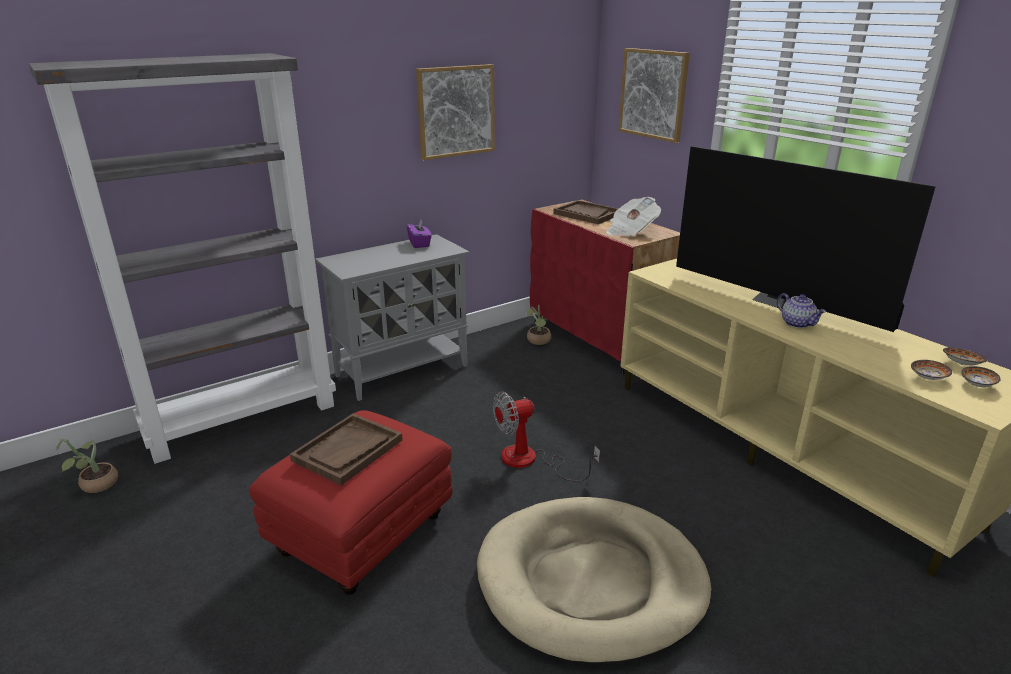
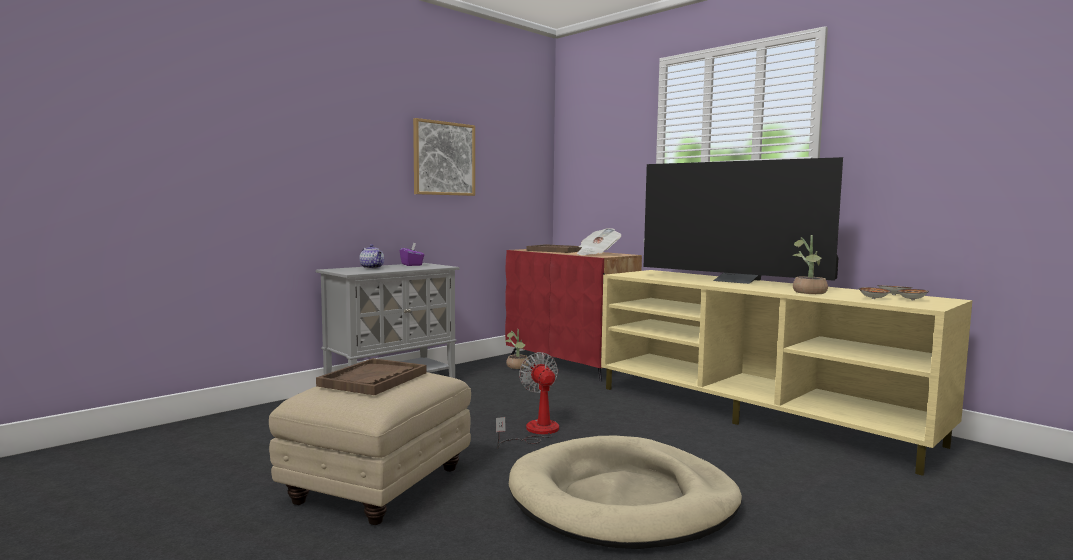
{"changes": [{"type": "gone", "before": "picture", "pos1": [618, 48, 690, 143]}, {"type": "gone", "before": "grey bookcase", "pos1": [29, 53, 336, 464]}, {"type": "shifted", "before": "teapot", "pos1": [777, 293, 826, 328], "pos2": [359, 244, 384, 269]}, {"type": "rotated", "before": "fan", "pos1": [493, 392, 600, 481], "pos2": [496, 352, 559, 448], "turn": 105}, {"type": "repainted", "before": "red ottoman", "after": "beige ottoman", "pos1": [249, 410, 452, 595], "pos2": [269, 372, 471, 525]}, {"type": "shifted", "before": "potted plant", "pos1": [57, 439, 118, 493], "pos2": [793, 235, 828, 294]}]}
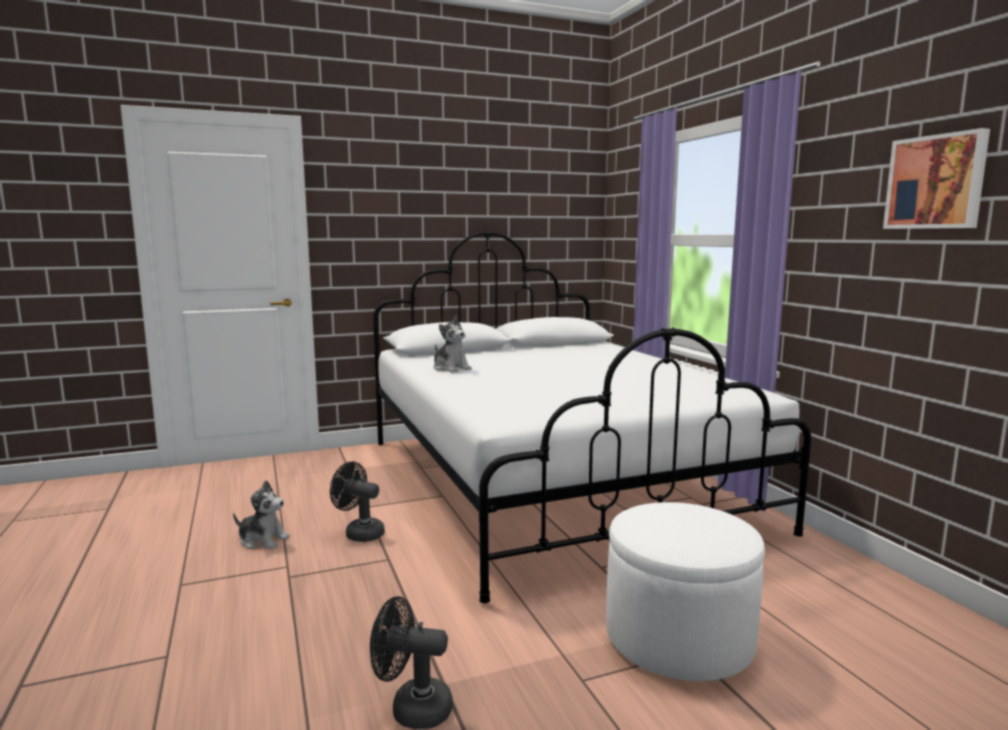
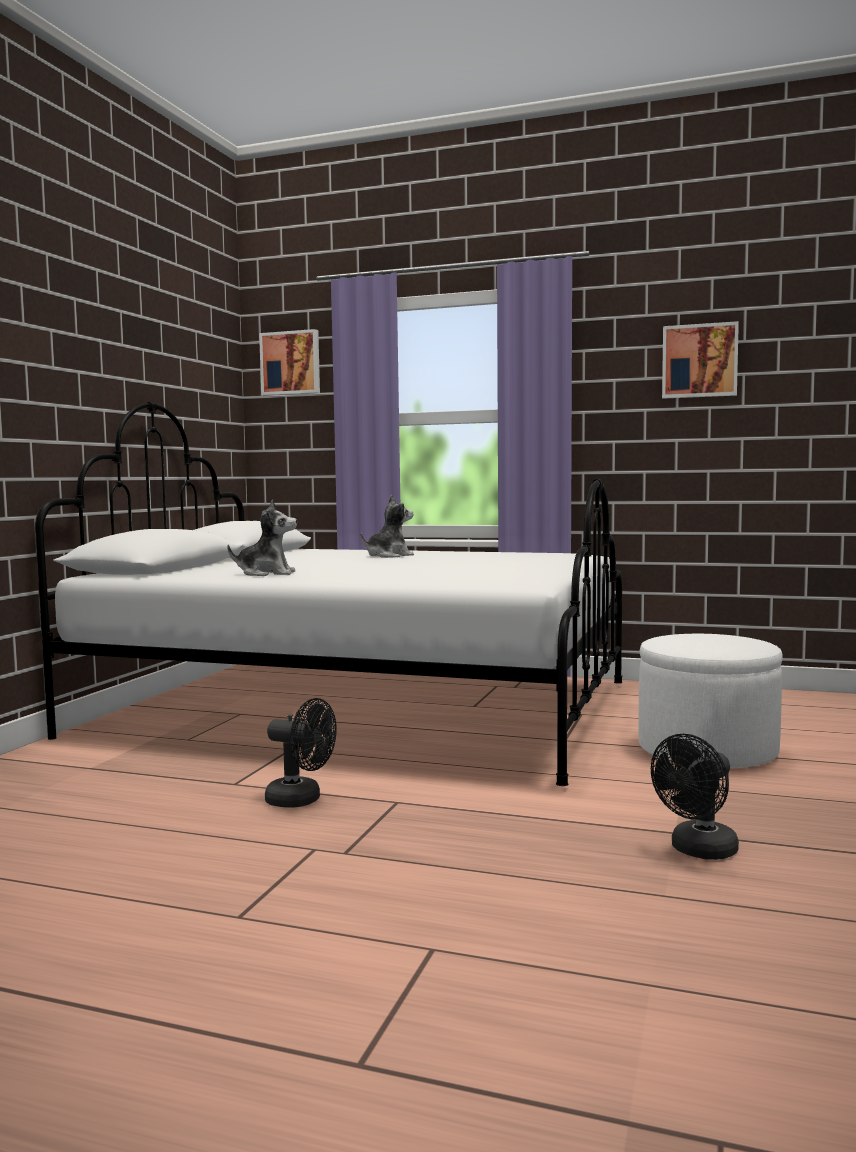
{"changes": [{"type": "rotated", "before": "black fan", "pos1": [330, 462, 385, 542], "pos2": [265, 698, 337, 808], "turn": -135}, {"type": "shifted", "before": "plush toy", "pos1": [233, 480, 290, 549], "pos2": [361, 495, 414, 558]}, {"type": "new", "after": "picture", "pos2": [259, 329, 320, 396]}]}
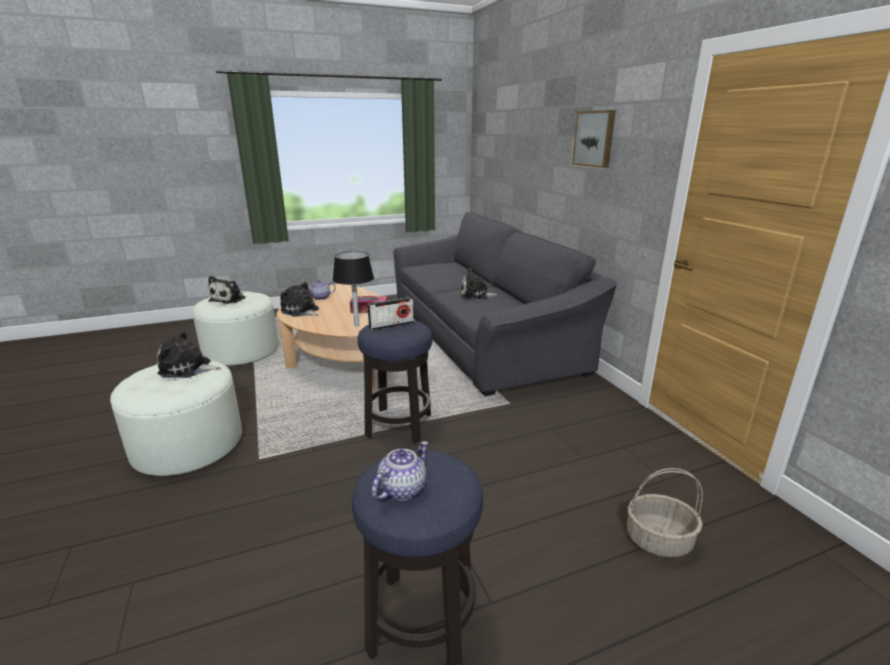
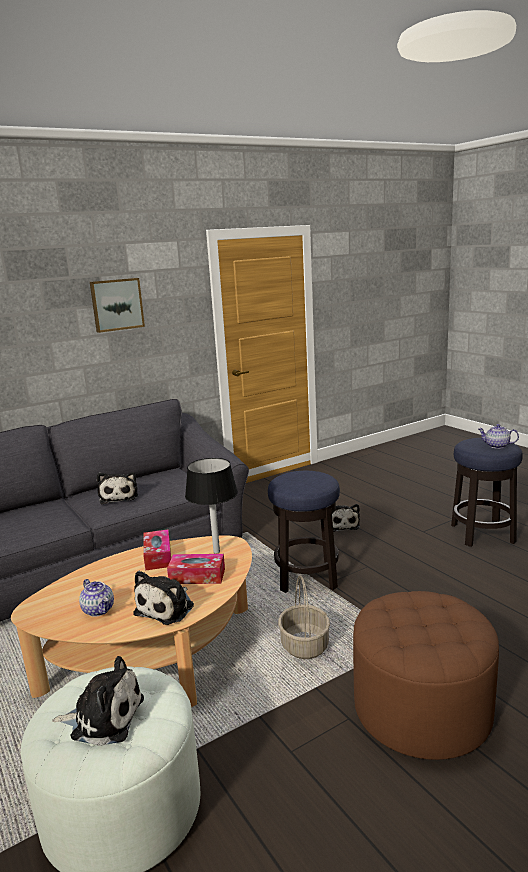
{"changes": [{"type": "gone", "before": "radio", "pos1": [367, 297, 414, 331]}, {"type": "shifted", "before": "plush toy", "pos1": [157, 330, 221, 378], "pos2": [332, 504, 360, 532]}, {"type": "repainted", "before": "white ottoman", "after": "brown ottoman", "pos1": [110, 360, 242, 476], "pos2": [353, 591, 499, 760]}, {"type": "shifted", "before": "basket", "pos1": [627, 468, 703, 558], "pos2": [278, 576, 330, 659]}, {"type": "new", "after": "tissue box", "pos2": [167, 554, 225, 584]}]}
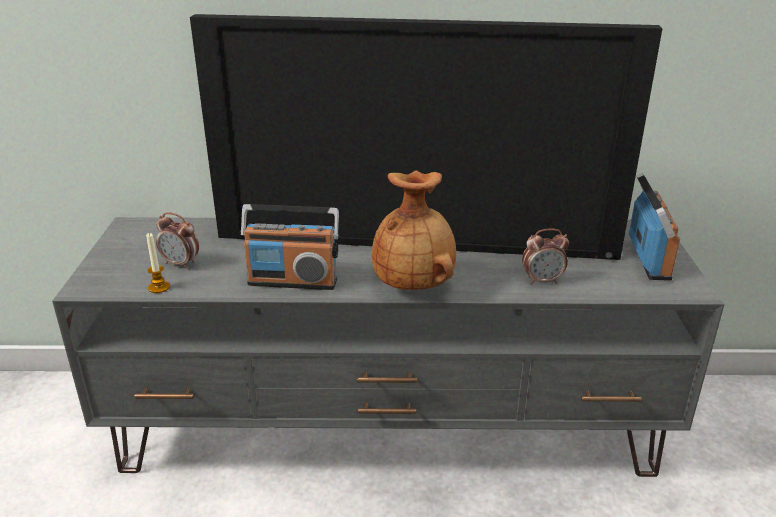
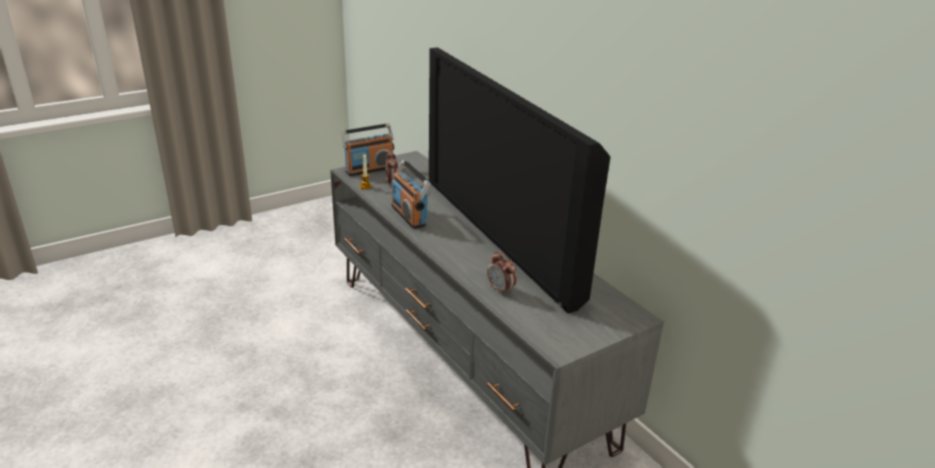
{"changes": [{"type": "gone", "before": "brown vase", "pos1": [372, 171, 456, 290]}, {"type": "shifted", "before": "radio", "pos1": [629, 173, 680, 281], "pos2": [340, 123, 394, 176]}]}
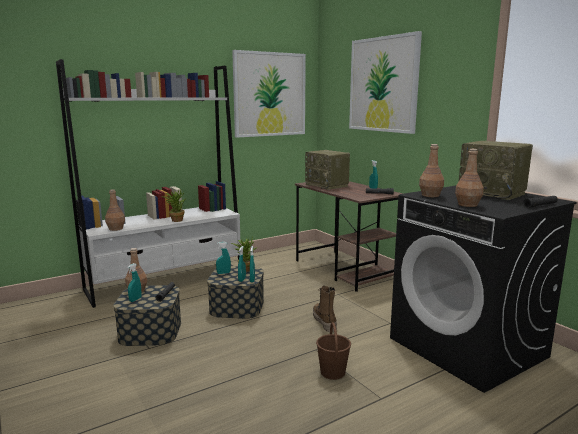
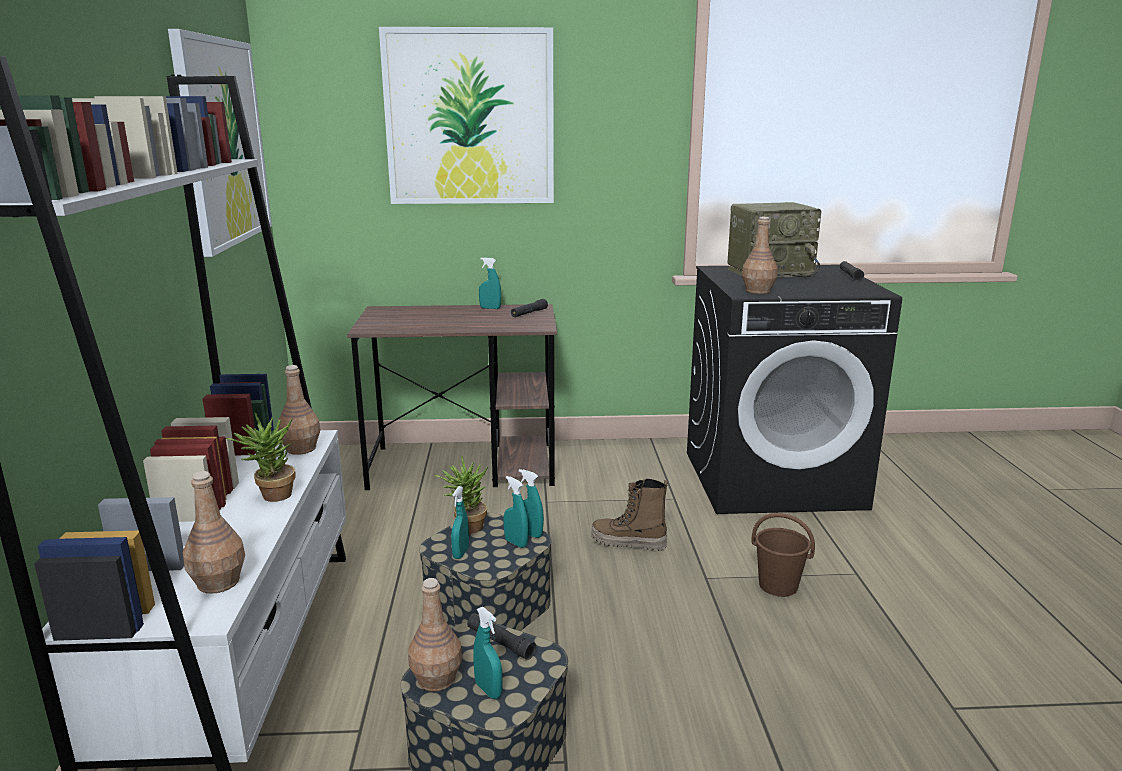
{"changes": [{"type": "shifted", "before": "brown bottle", "pos1": [455, 149, 484, 207], "pos2": [278, 365, 320, 455]}, {"type": "gone", "before": "radio", "pos1": [305, 150, 350, 190]}]}
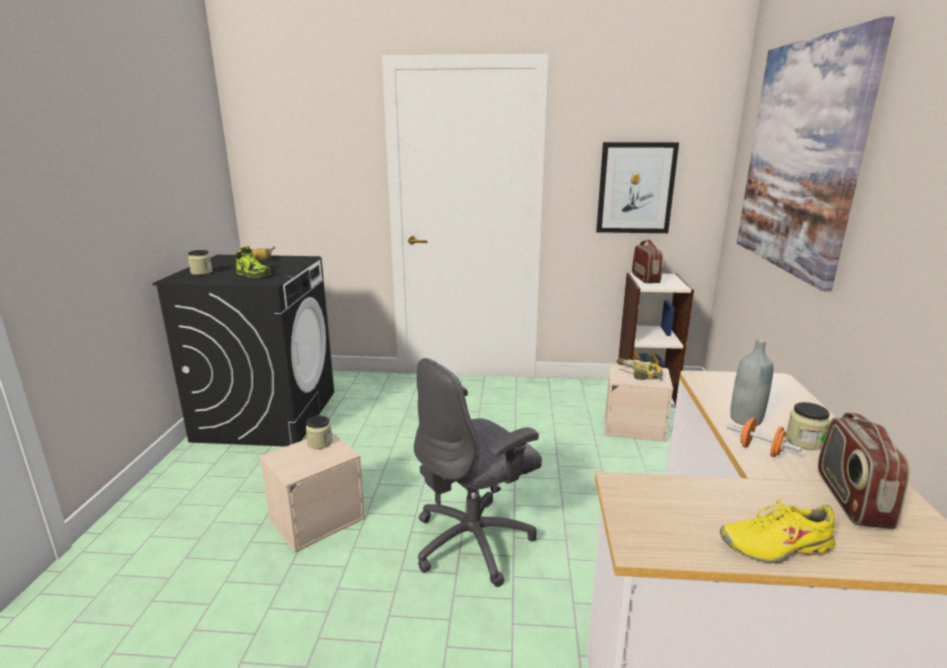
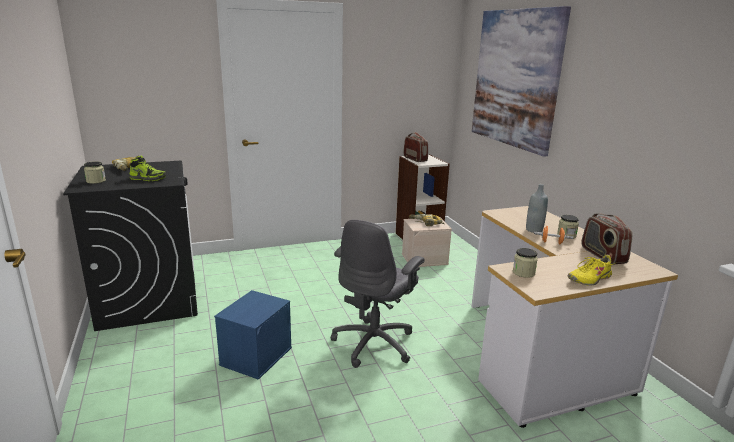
{"changes": [{"type": "gone", "before": "picture", "pos1": [596, 142, 679, 233]}, {"type": "shifted", "before": "jar", "pos1": [306, 415, 332, 449], "pos2": [513, 248, 538, 278]}, {"type": "repainted", "before": "beige storage box", "after": "blue storage box", "pos1": [259, 432, 366, 552], "pos2": [214, 290, 292, 380]}]}
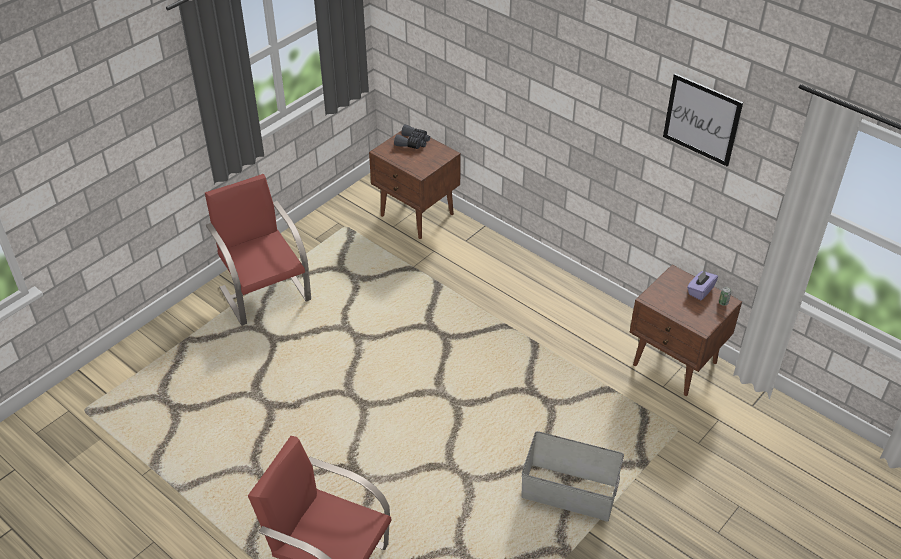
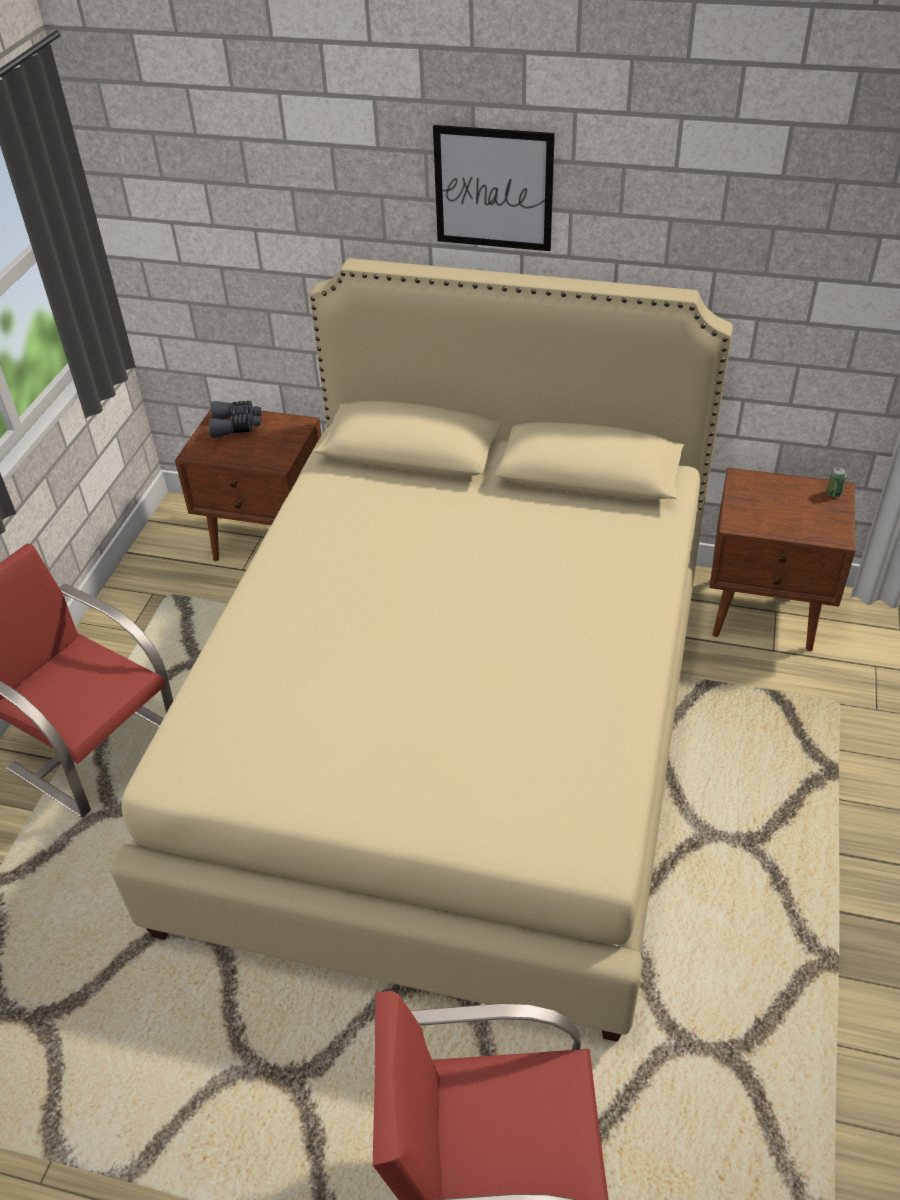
{"changes": [{"type": "shifted", "before": "picture", "pos1": [663, 73, 743, 166], "pos2": [433, 125, 555, 251]}, {"type": "gone", "before": "purple tissue box", "pos1": [687, 270, 718, 300]}, {"type": "gone", "before": "grey storage box", "pos1": [521, 431, 624, 521]}, {"type": "new", "after": "beige bed", "pos2": [111, 258, 733, 1042]}]}
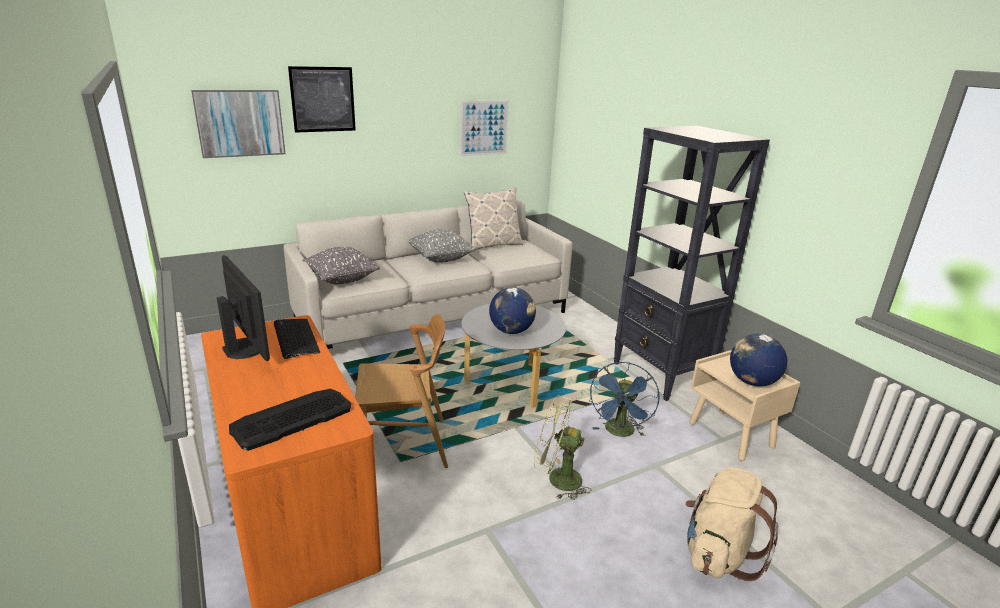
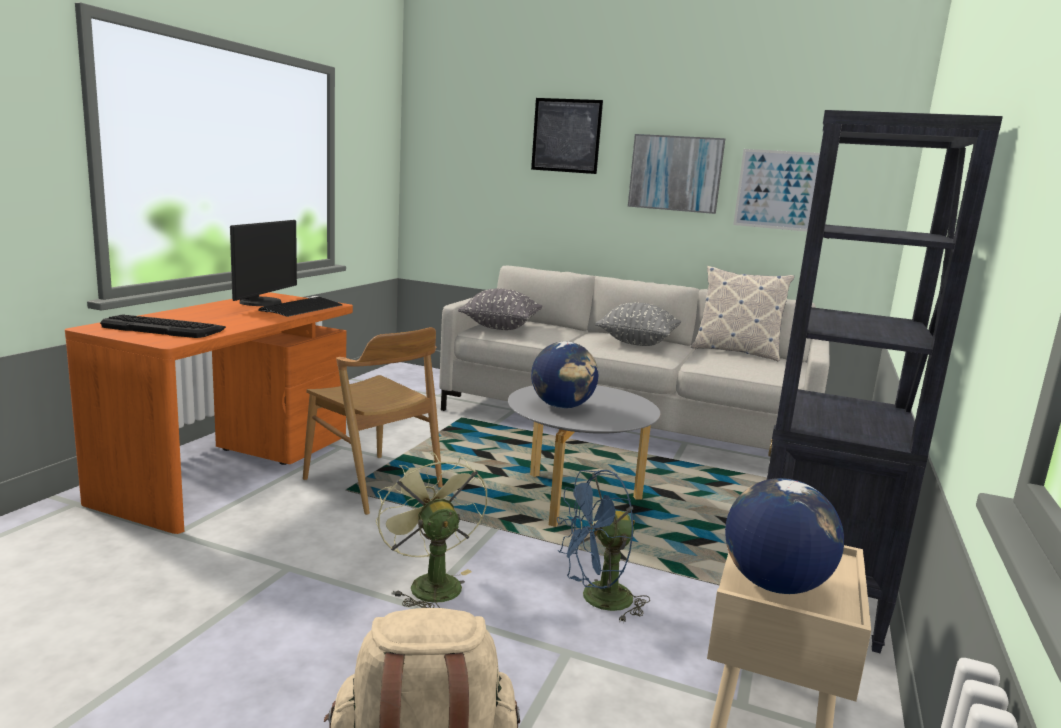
{"changes": [{"type": "shifted", "before": "picture", "pos1": [191, 90, 285, 158], "pos2": [628, 134, 725, 214]}]}
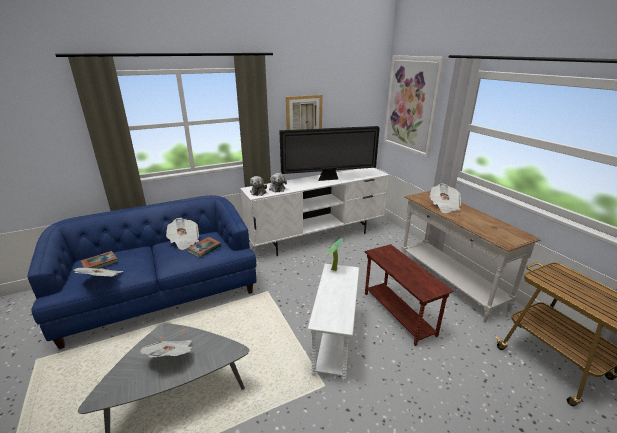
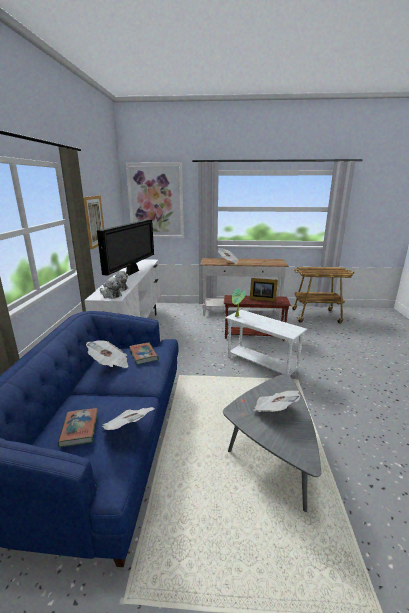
{"changes": [{"type": "new", "after": "picture frame", "pos2": [250, 278, 278, 302]}]}
